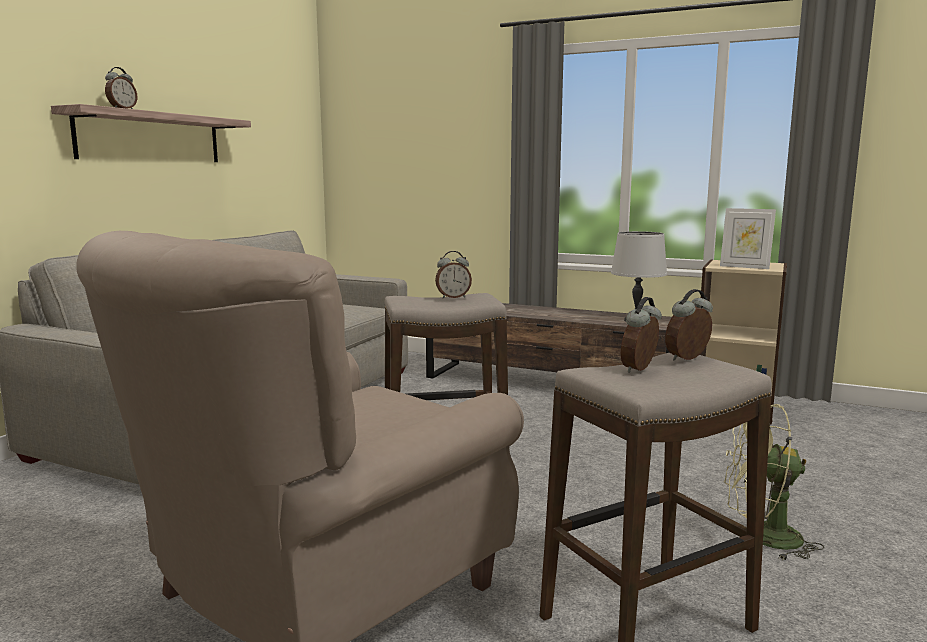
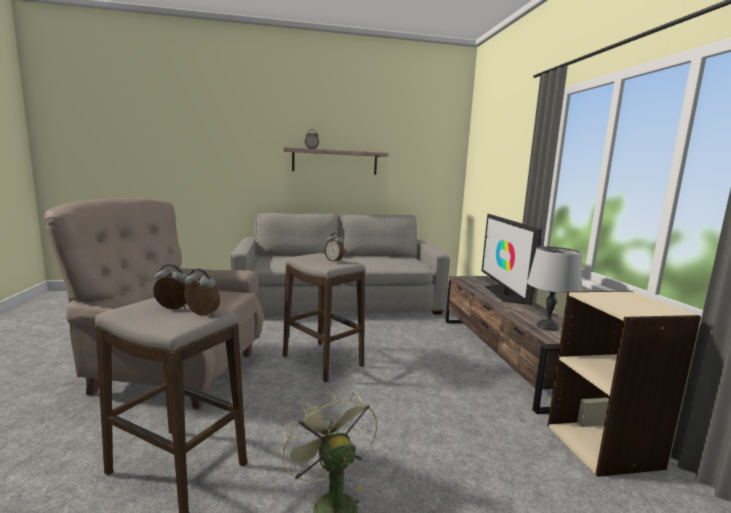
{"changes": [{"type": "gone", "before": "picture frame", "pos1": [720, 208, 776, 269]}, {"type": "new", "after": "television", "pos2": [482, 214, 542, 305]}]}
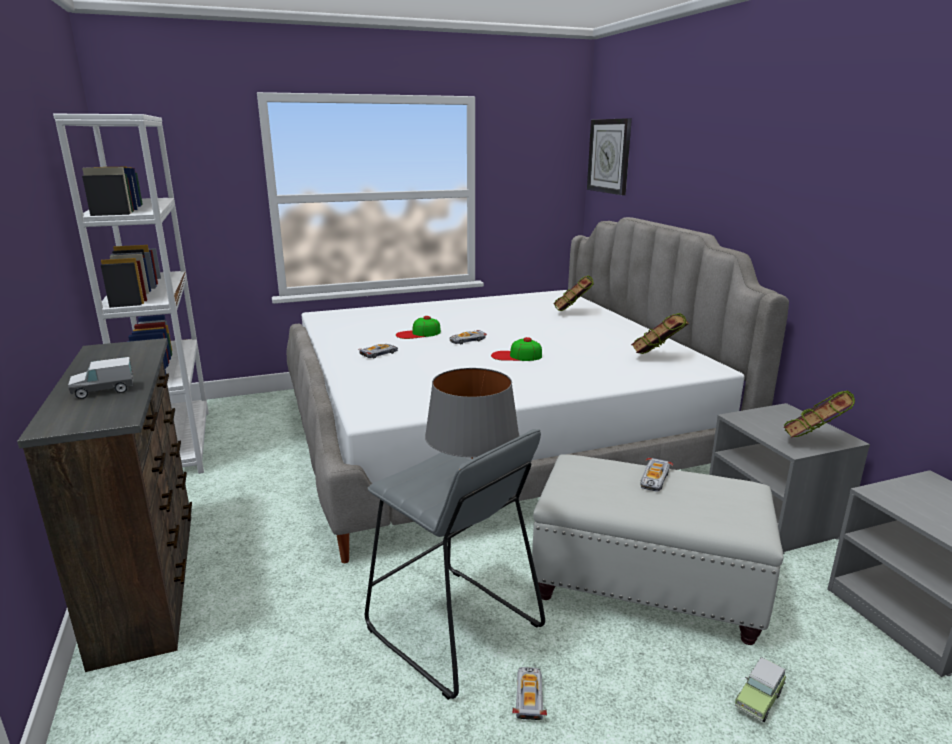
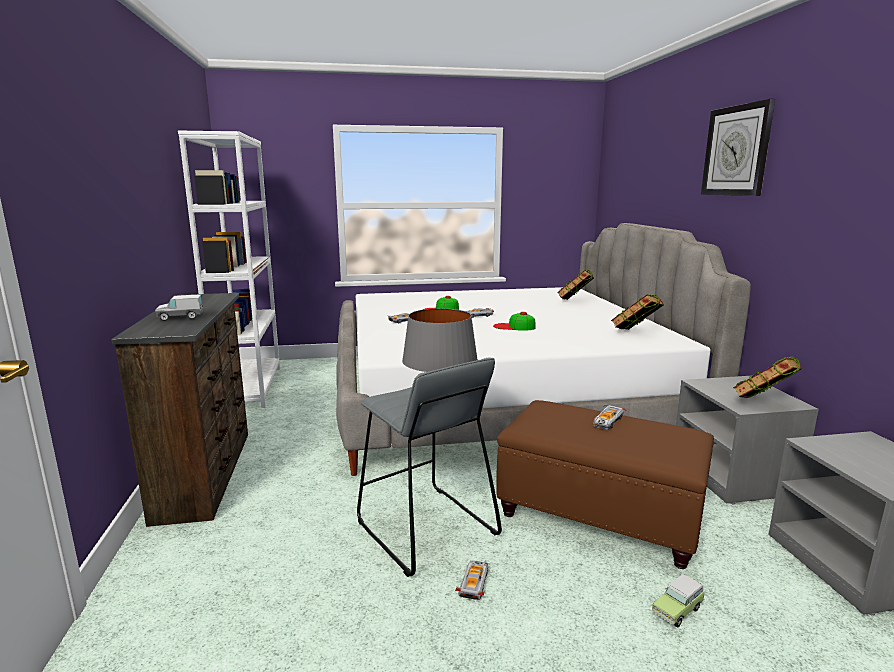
{"changes": [{"type": "shifted", "before": "wall clock", "pos1": [587, 118, 632, 195], "pos2": [701, 99, 775, 196]}, {"type": "repainted", "before": "white ottoman", "after": "brown ottoman", "pos1": [532, 454, 783, 645], "pos2": [496, 400, 714, 569]}]}
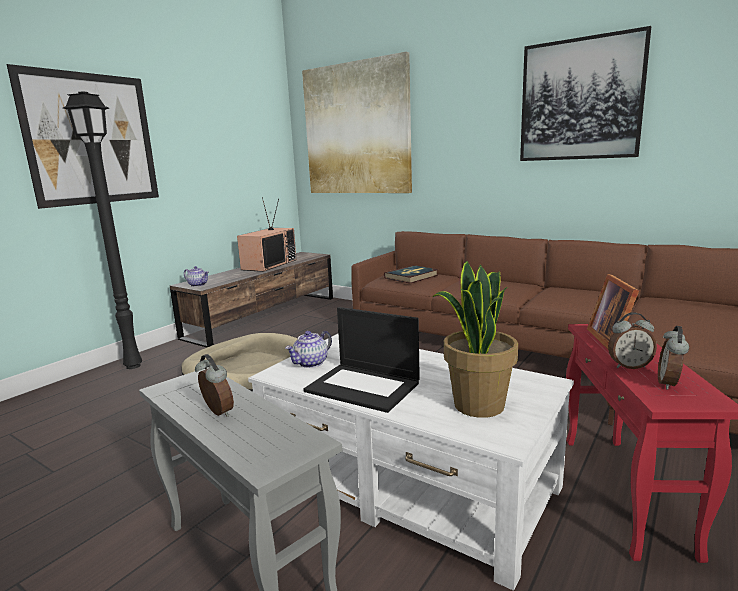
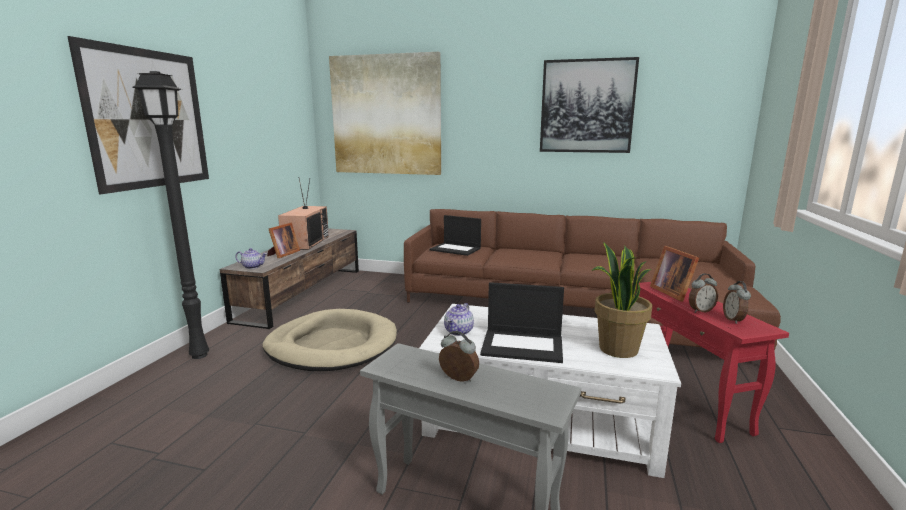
{"changes": [{"type": "swapped", "before": "book", "after": "laptop", "pos1": [384, 265, 438, 283], "pos2": [430, 215, 481, 256]}, {"type": "new", "after": "picture frame", "pos2": [267, 222, 300, 258]}]}
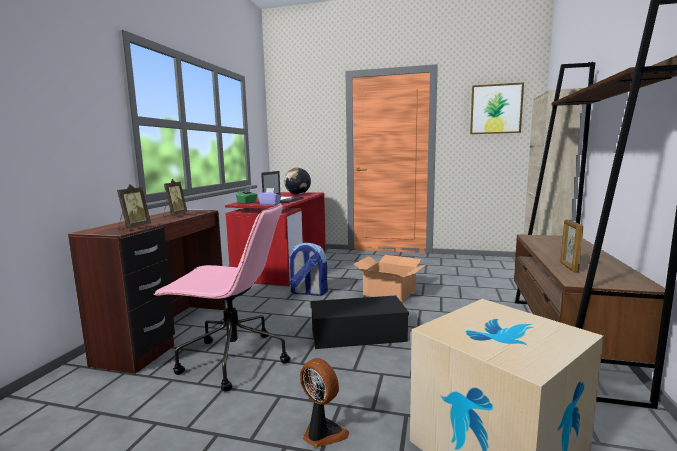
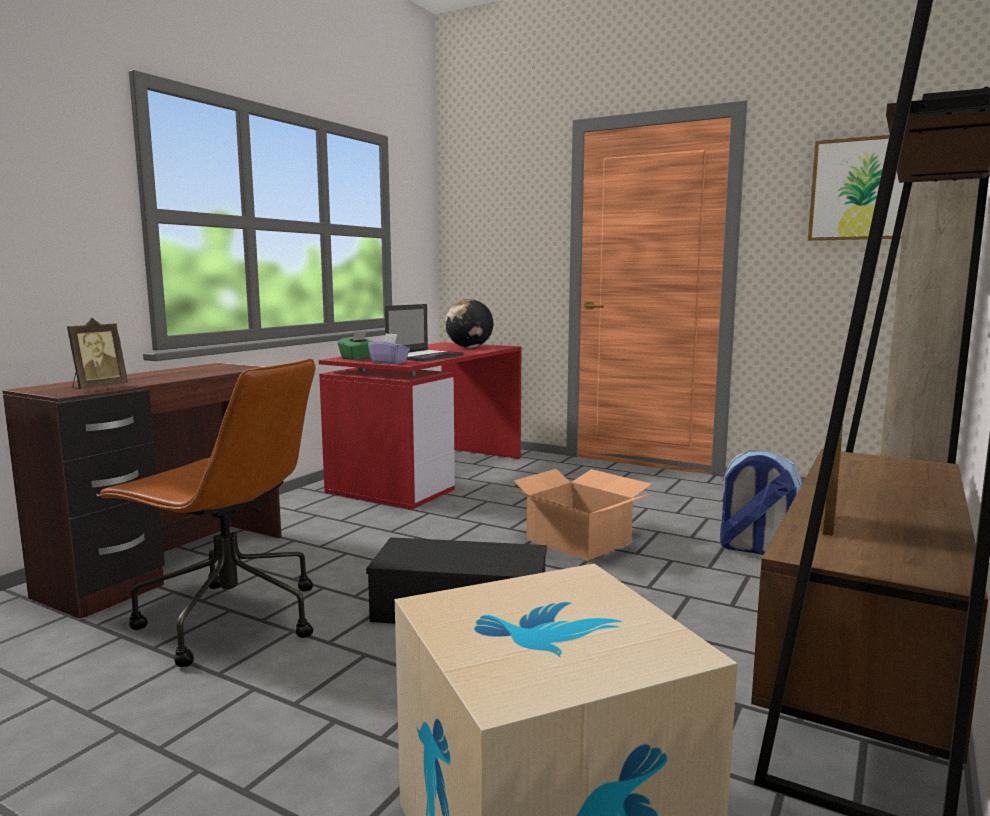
{"changes": [{"type": "gone", "before": "picture frame", "pos1": [163, 179, 187, 217]}, {"type": "repainted", "before": "pink office chair", "after": "brown office chair", "pos1": [153, 202, 290, 392], "pos2": [97, 359, 315, 667]}, {"type": "shifted", "before": "backpack", "pos1": [289, 243, 328, 296], "pos2": [720, 451, 802, 555]}, {"type": "gone", "before": "fan", "pos1": [300, 358, 349, 448]}]}
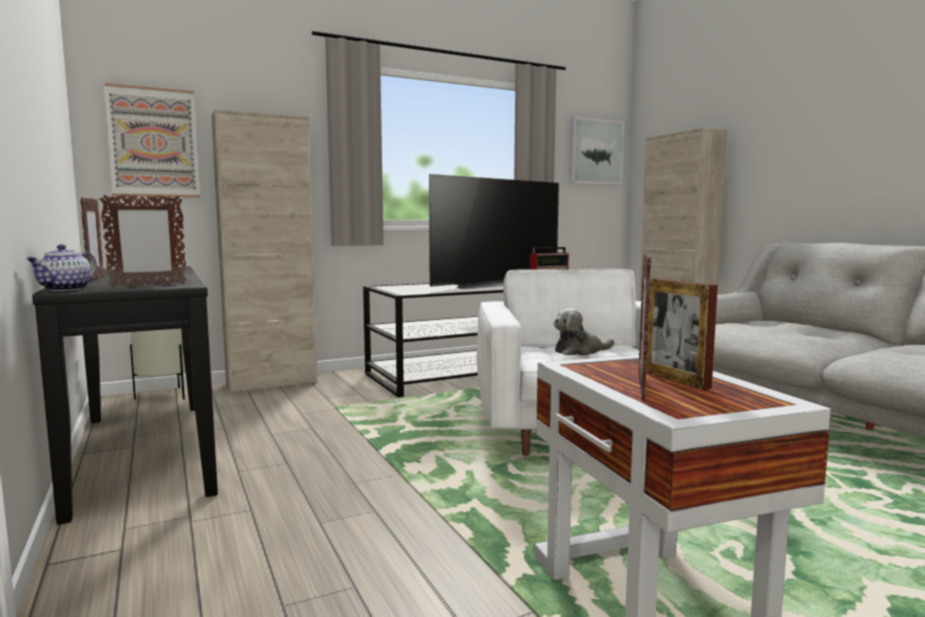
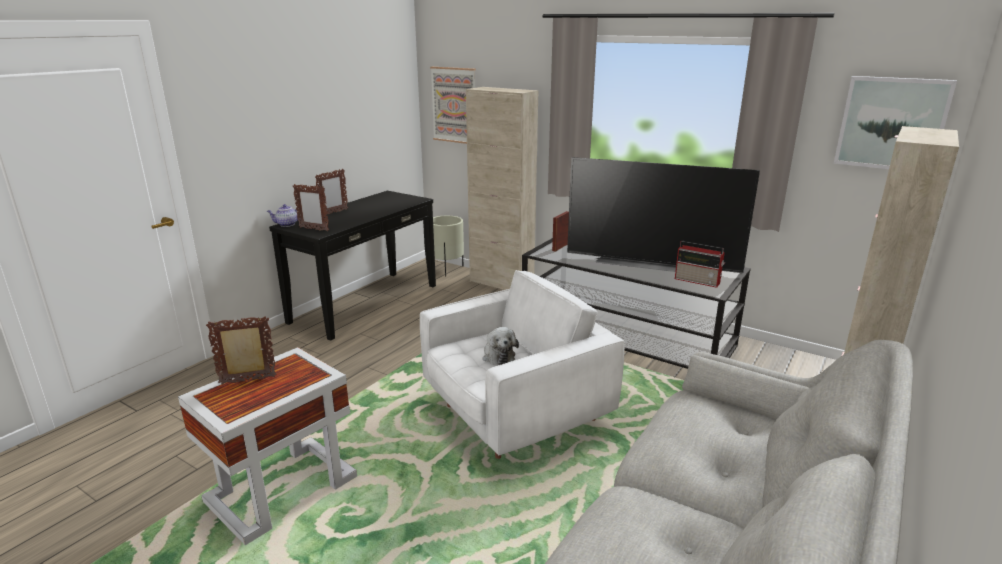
{"changes": [{"type": "shifted", "before": "picture frame", "pos1": [646, 278, 718, 390], "pos2": [552, 211, 569, 252]}, {"type": "rotated", "before": "plush toy", "pos1": [554, 308, 614, 355], "pos2": [483, 327, 519, 366], "turn": -150}]}
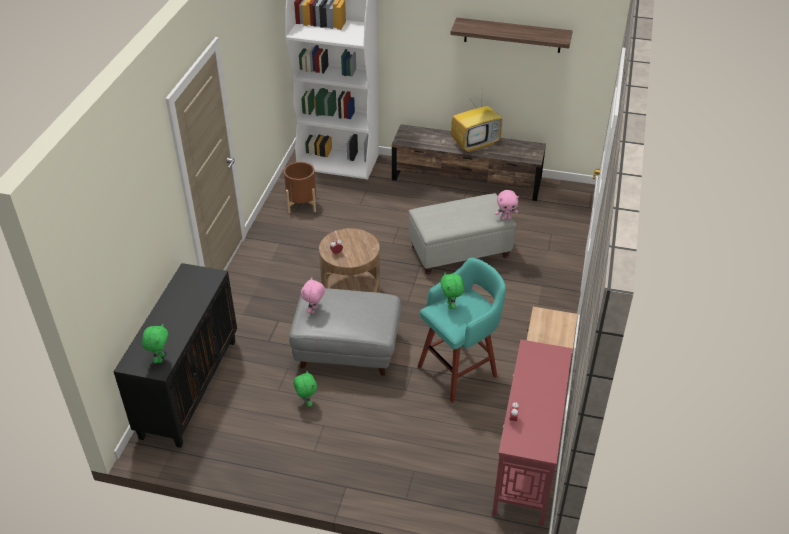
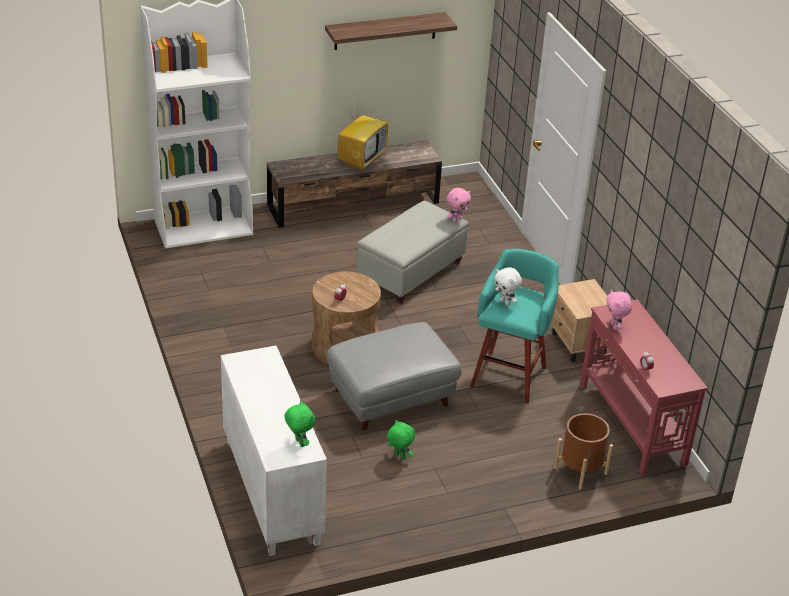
{"changes": [{"type": "shifted", "before": "brown planter", "pos1": [284, 162, 316, 213], "pos2": [554, 413, 613, 490]}, {"type": "repainted", "before": "black cabinet", "after": "white cabinet", "pos1": [113, 263, 237, 448], "pos2": [221, 346, 327, 556]}, {"type": "repainted", "before": "green plush toy", "after": "white plush toy", "pos1": [440, 273, 464, 309], "pos2": [494, 267, 522, 306]}, {"type": "shifted", "before": "pink plush toy", "pos1": [301, 277, 325, 314], "pos2": [606, 290, 632, 330]}]}
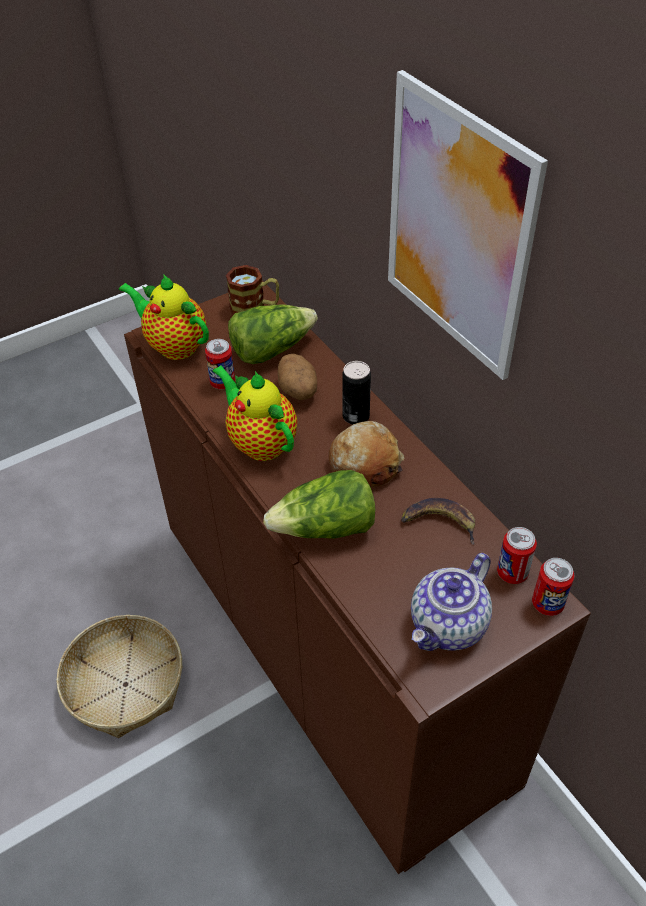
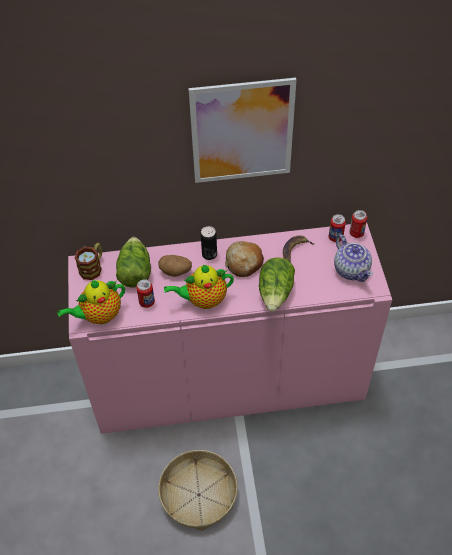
{"changes": [{"type": "repainted", "before": "brown cabinet", "after": "pink cabinet", "pos1": [124, 281, 591, 874], "pos2": [68, 222, 392, 434]}]}
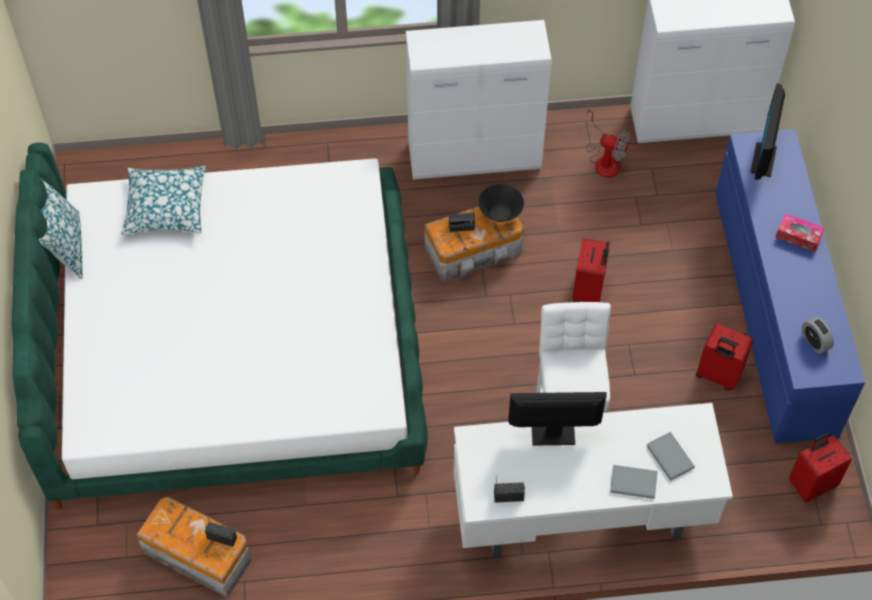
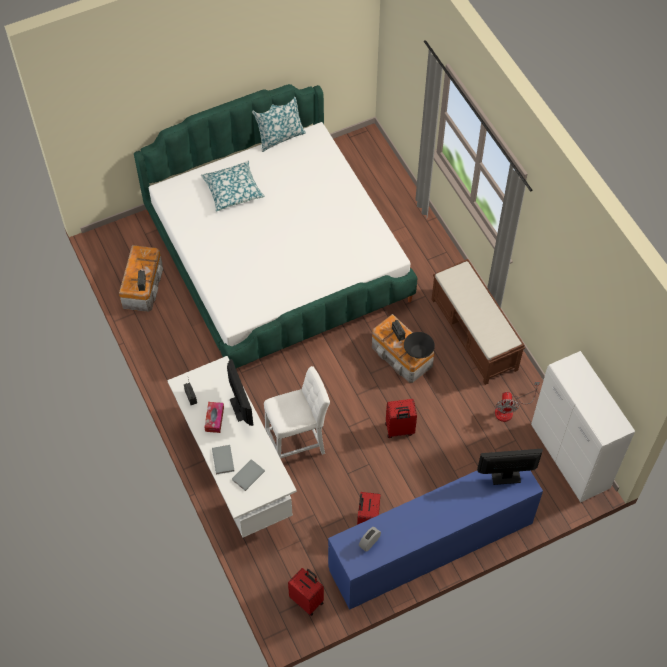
{"changes": [{"type": "swapped", "before": "white cabinet", "after": "brown bench", "pos1": [406, 20, 551, 180], "pos2": [431, 259, 525, 385]}, {"type": "shifted", "before": "pillow", "pos1": [121, 166, 206, 235], "pos2": [201, 161, 265, 212]}, {"type": "shifted", "before": "tissue box", "pos1": [775, 213, 825, 252], "pos2": [204, 402, 224, 433]}]}
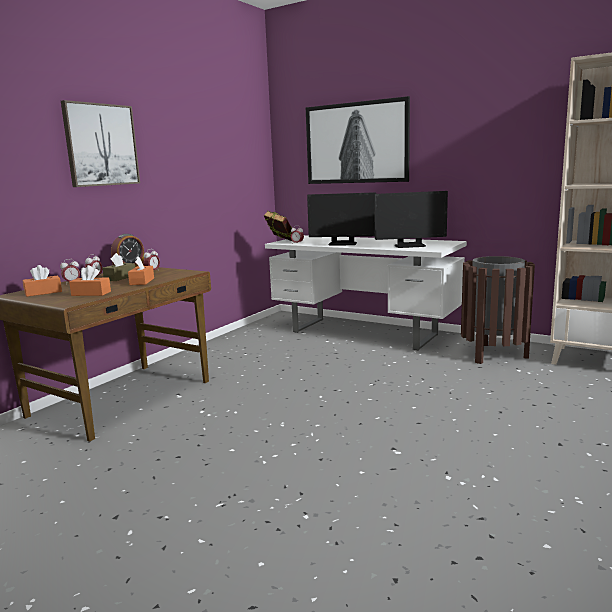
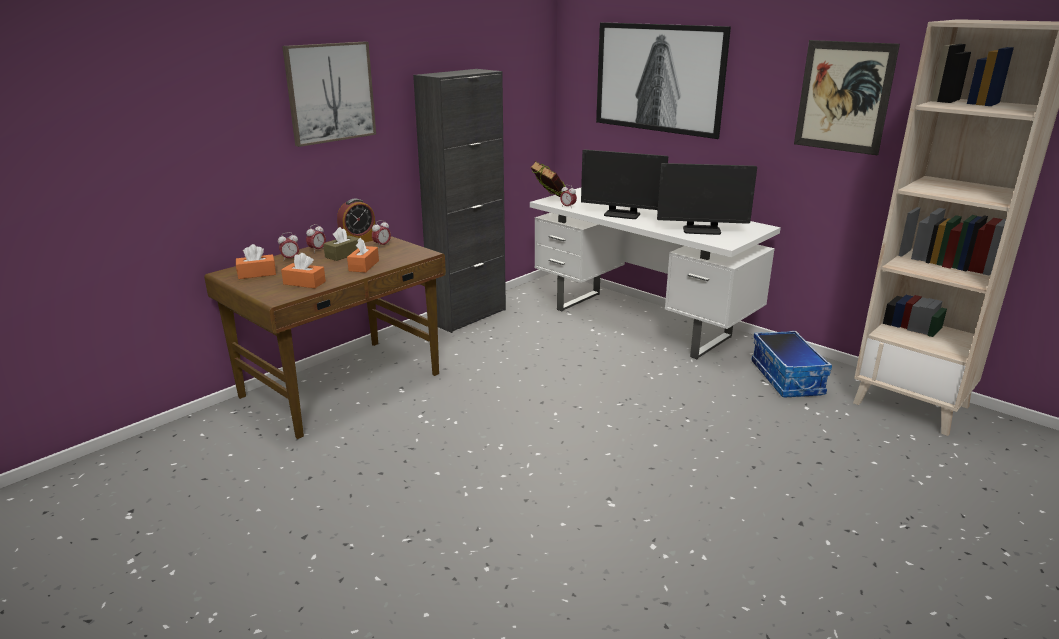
{"changes": [{"type": "swapped", "before": "brown trash can", "after": "storage box", "pos1": [461, 256, 535, 364], "pos2": [751, 331, 832, 398]}, {"type": "new", "after": "picture", "pos2": [794, 40, 900, 155]}, {"type": "new", "after": "black cabinet", "pos2": [413, 69, 506, 333]}]}
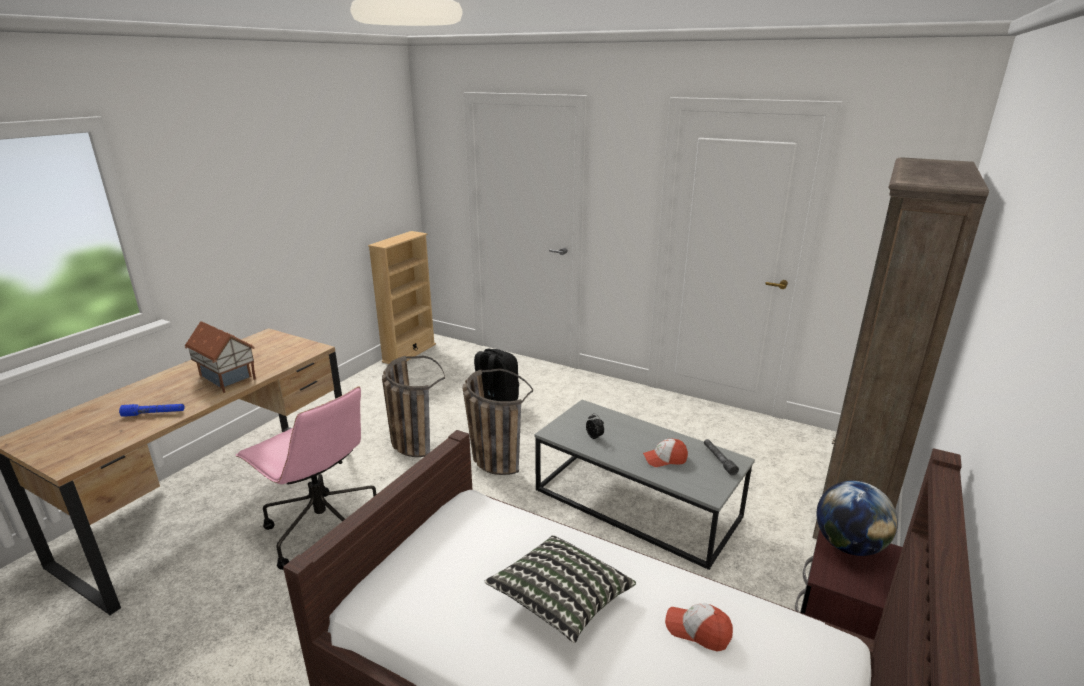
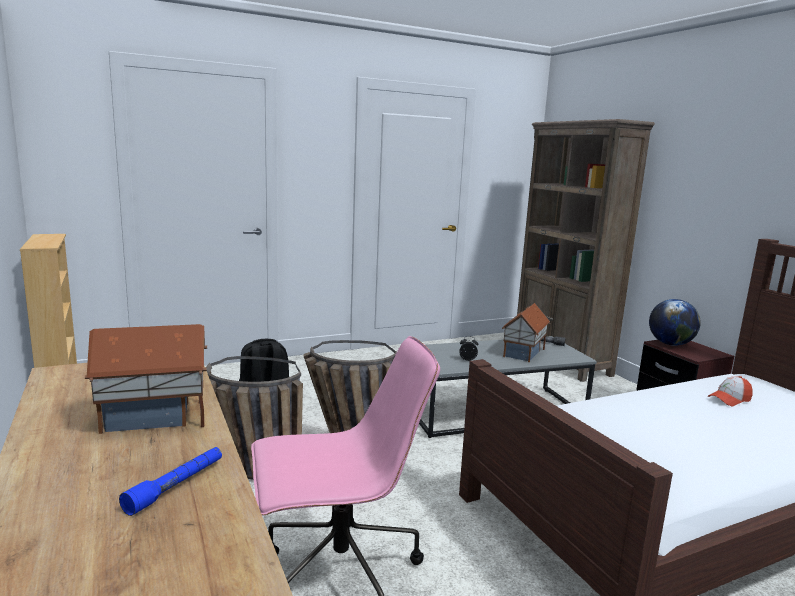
{"changes": [{"type": "swapped", "before": "cap", "after": "toy house", "pos1": [643, 439, 688, 467], "pos2": [502, 303, 550, 362]}, {"type": "gone", "before": "pillow", "pos1": [484, 535, 636, 643]}]}
